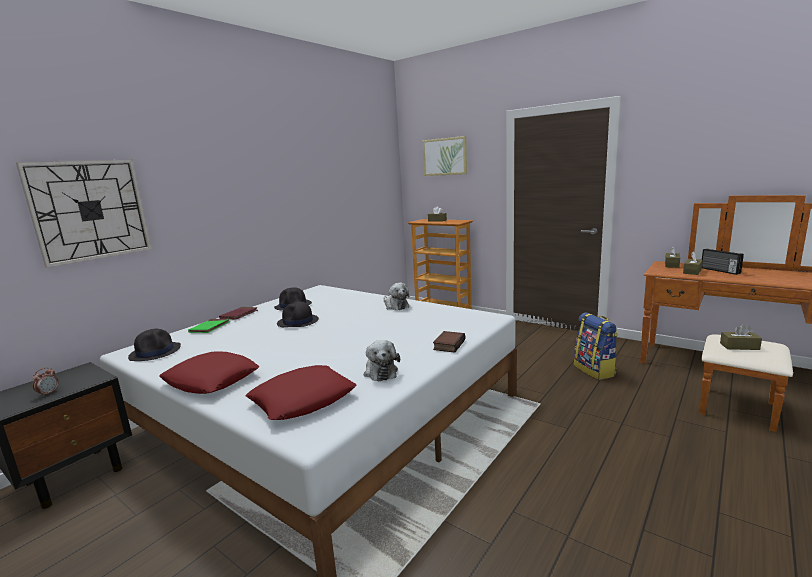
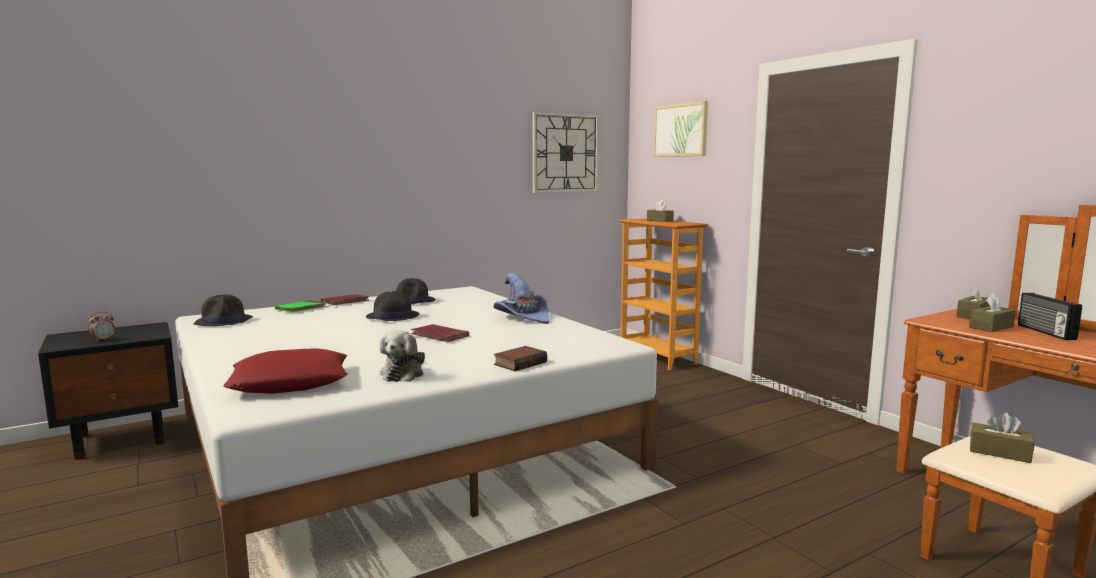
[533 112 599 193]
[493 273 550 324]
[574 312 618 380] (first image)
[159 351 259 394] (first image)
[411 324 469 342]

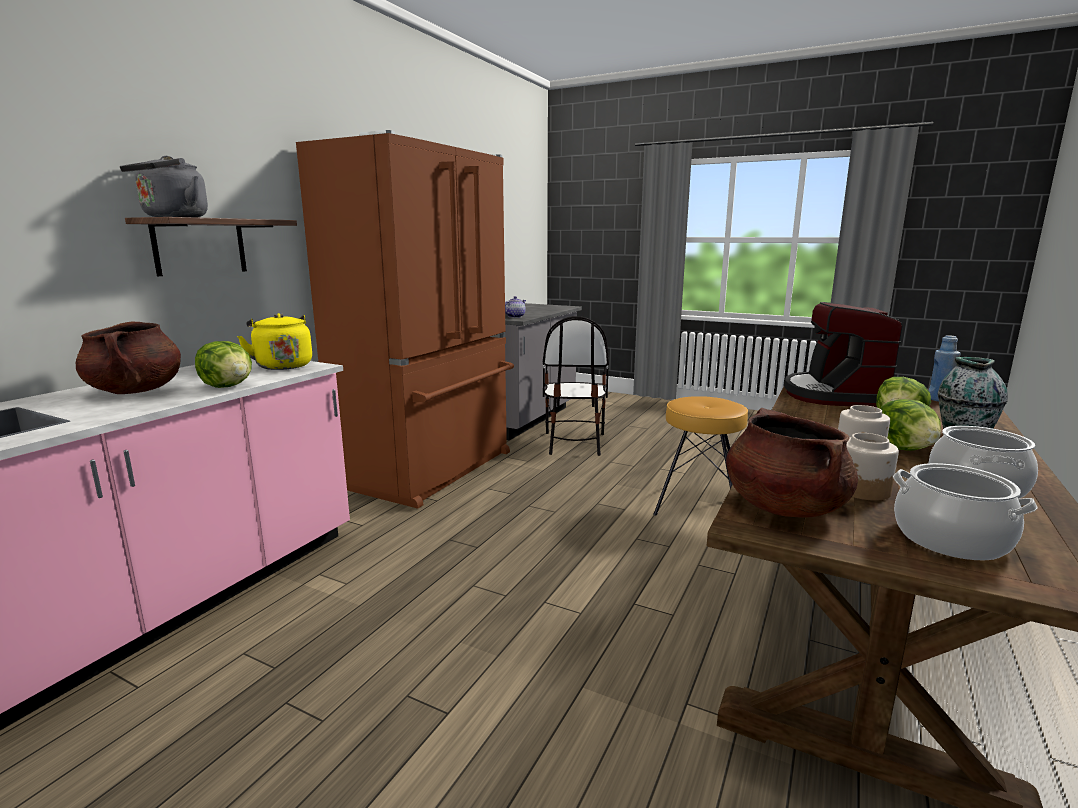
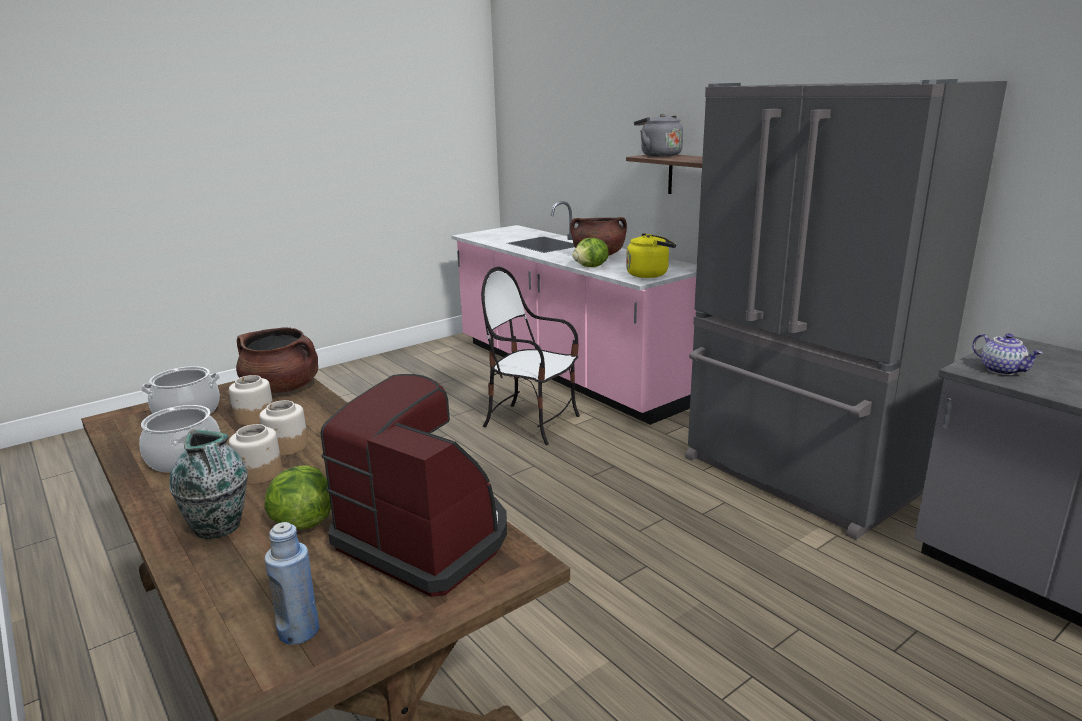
[685 79 1007 540]
[481 267 580 445]
[653 396 748 516] (first image)
[229 424 282 485]

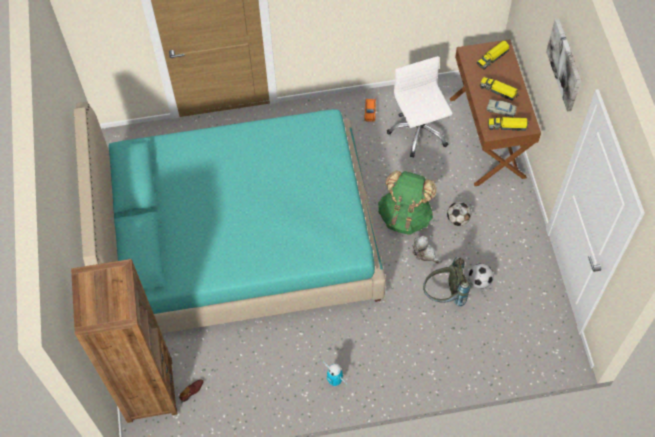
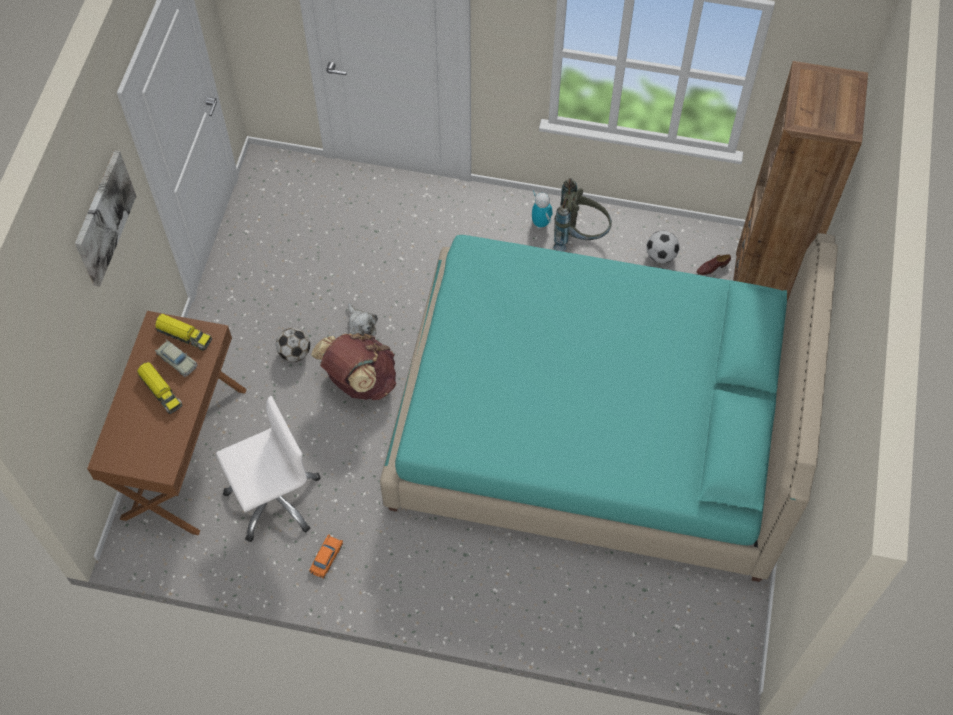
[477 41 510 70] (first image)
[216 396 321 542]
[311 333 396 400]
[553 178 612 251]
[646 231 679 263]

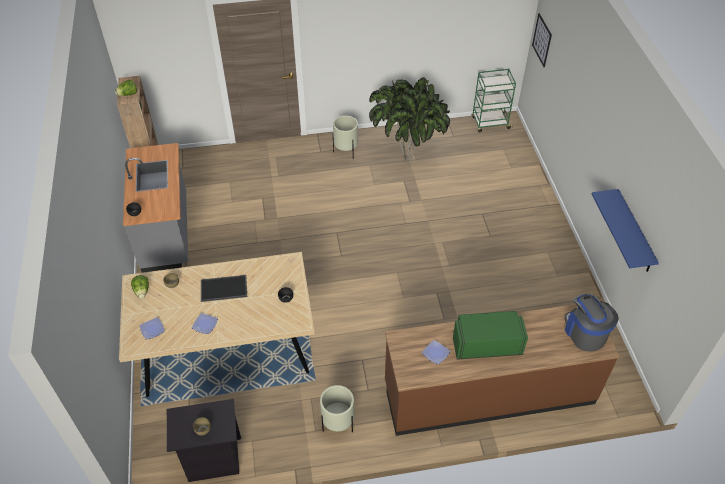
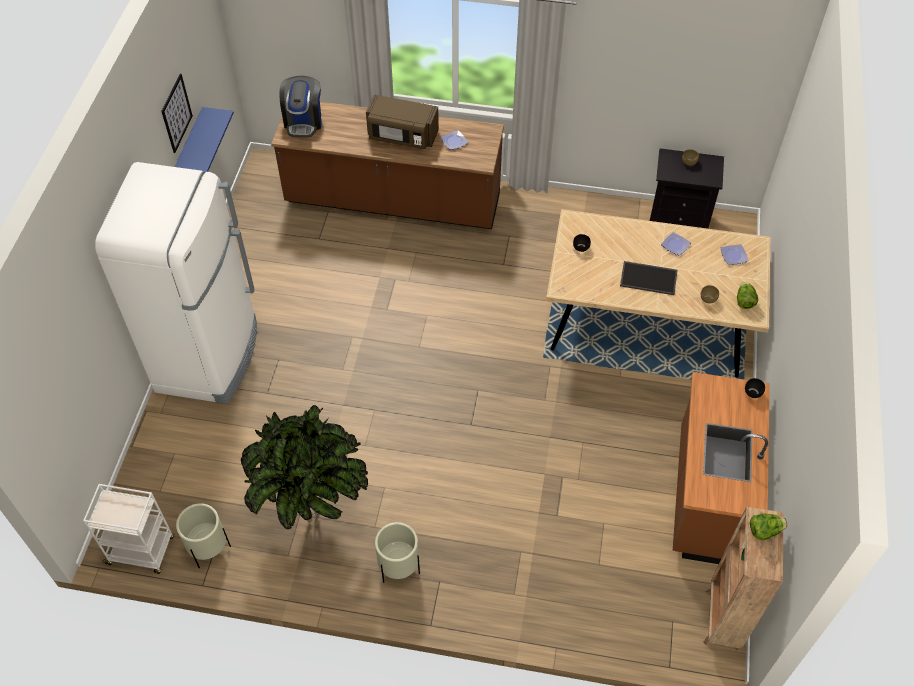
[161 74 193 153]
[83 484 174 574]
[673 372 770 564]
[366 95 439 149]
[176 503 231 568]
[95 162 257 404]

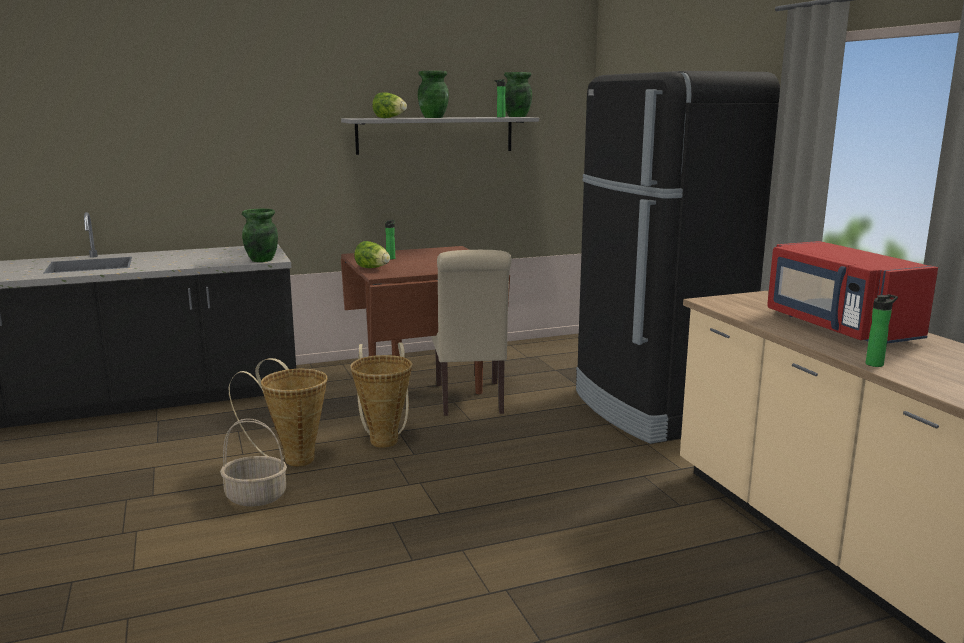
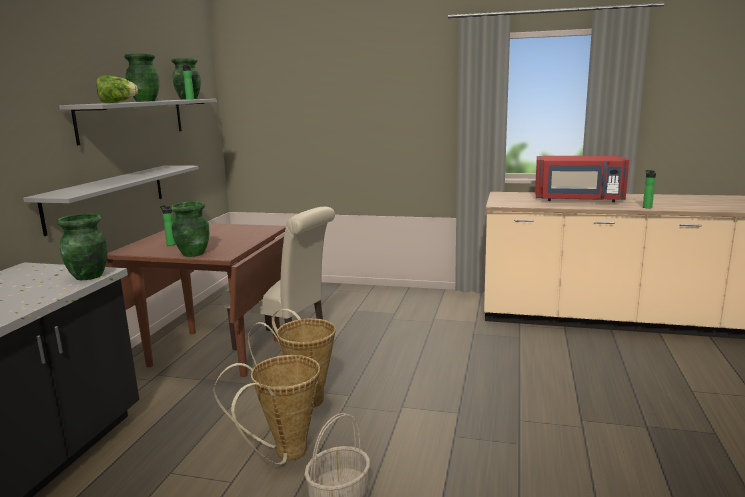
[576 71 780 444] (first image)
[171 202 209 257]
[23 165 199 236]

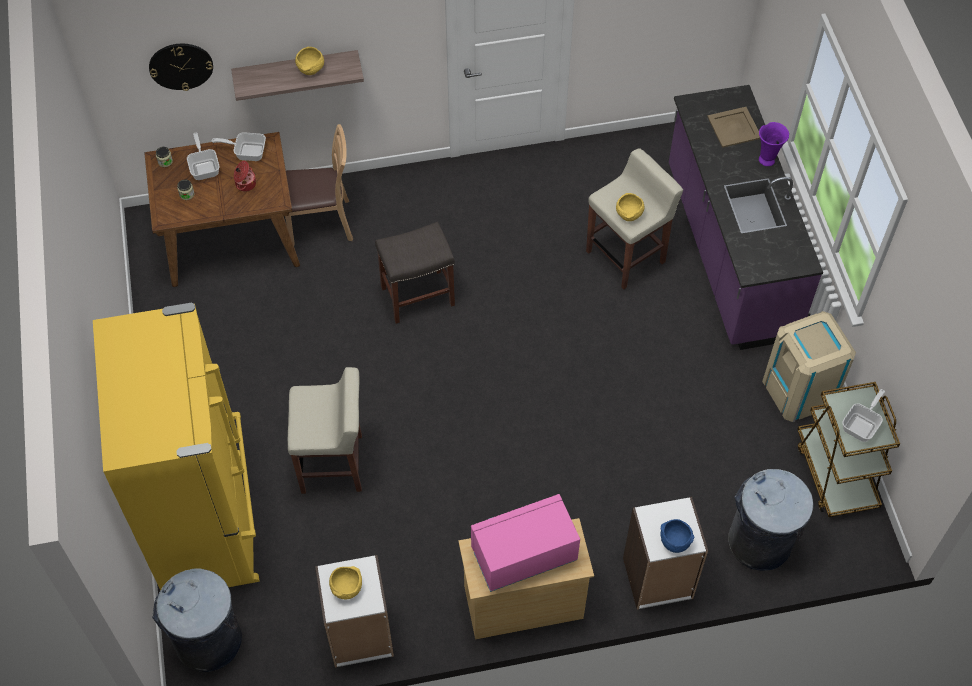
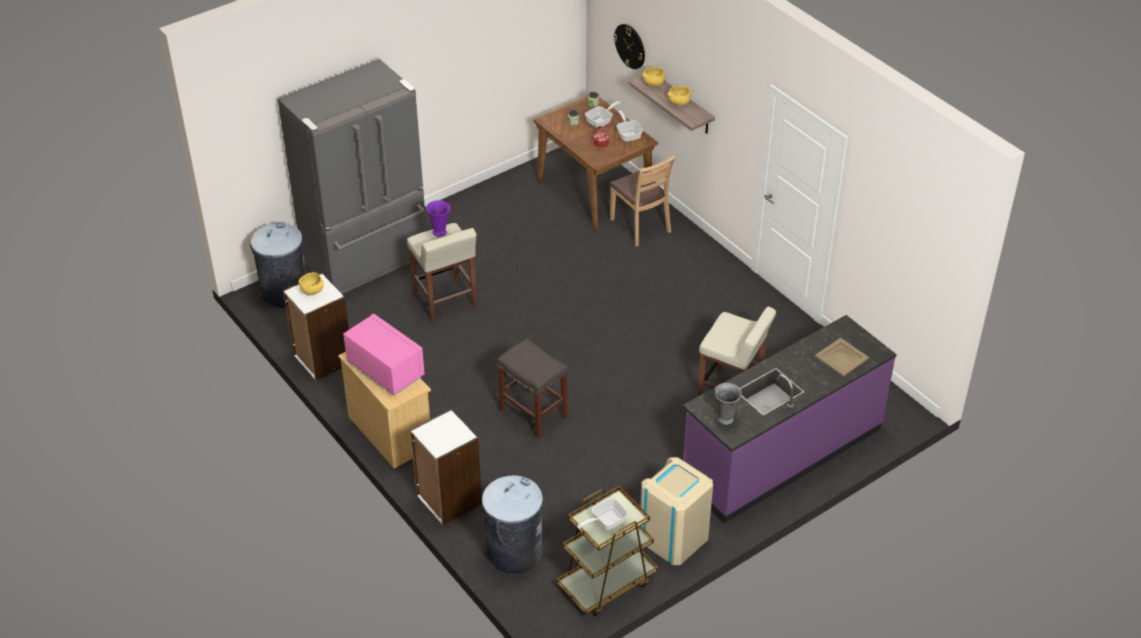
[426 200 450 237]
[642 67 665 86]
[497 338 568 438]
[278 59 427 294]
[577 498 628 530]
[661 519 694 553] (first image)
[715 383 742 425]

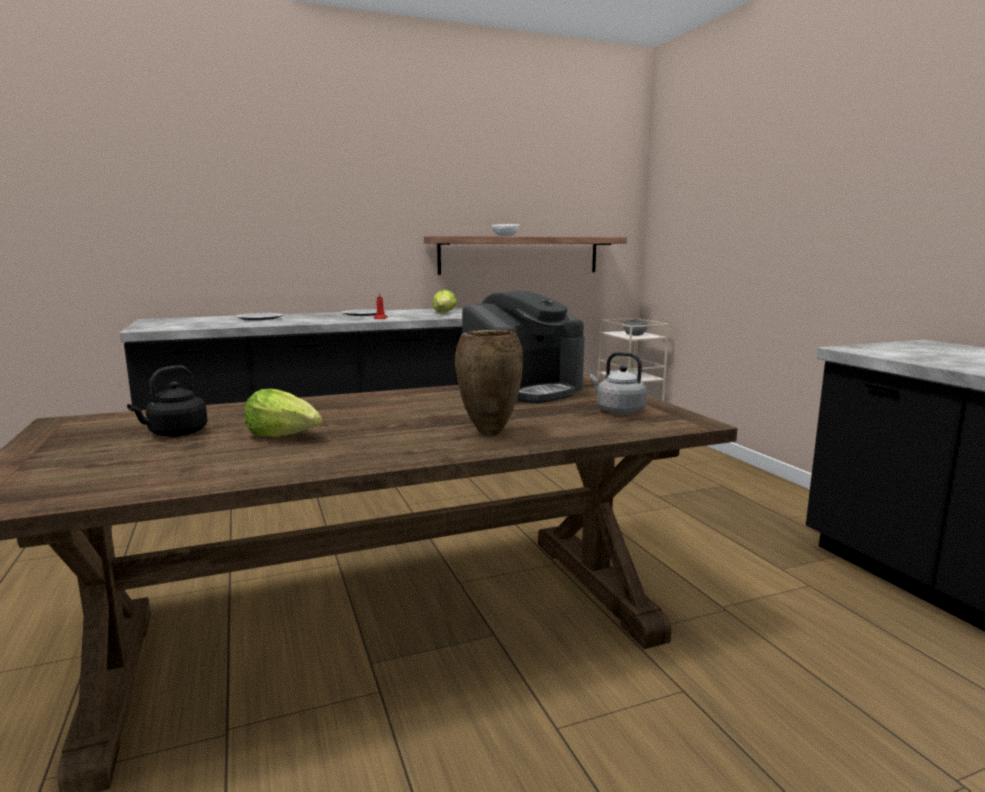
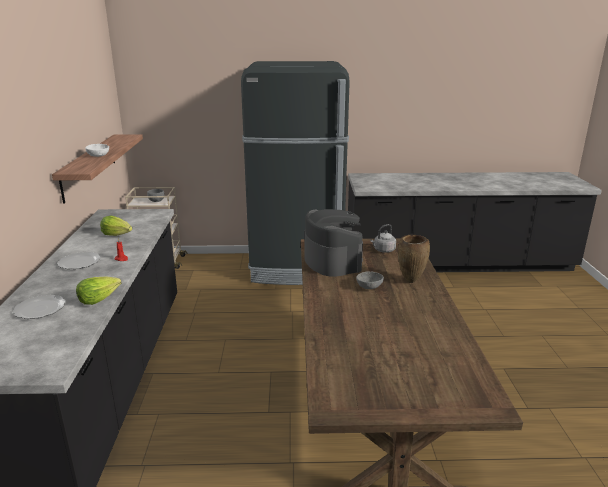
[127 366 208 437] (first image)
[76 276 121 305]
[241 61 350 285]
[356 272 384 289]

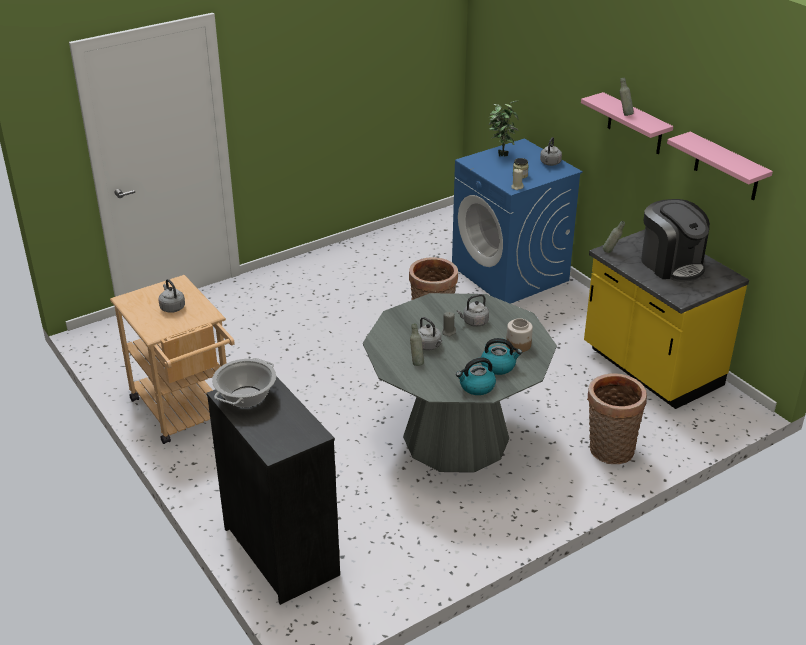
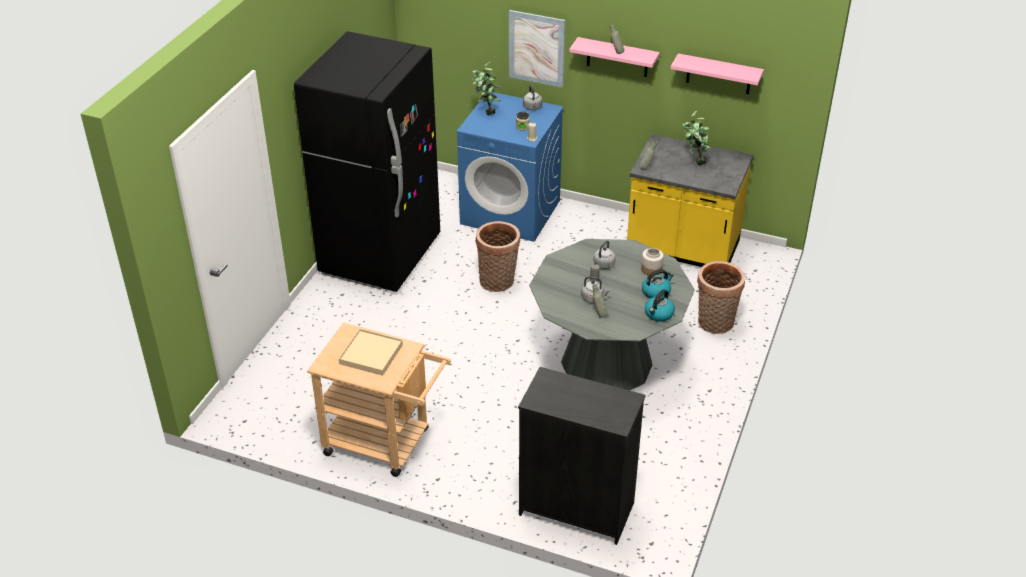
[682 110 712 165]
[339 329 403 376]
[212 358 276 408] (first image)
[509 10 565 88]
[294 31 440 292]

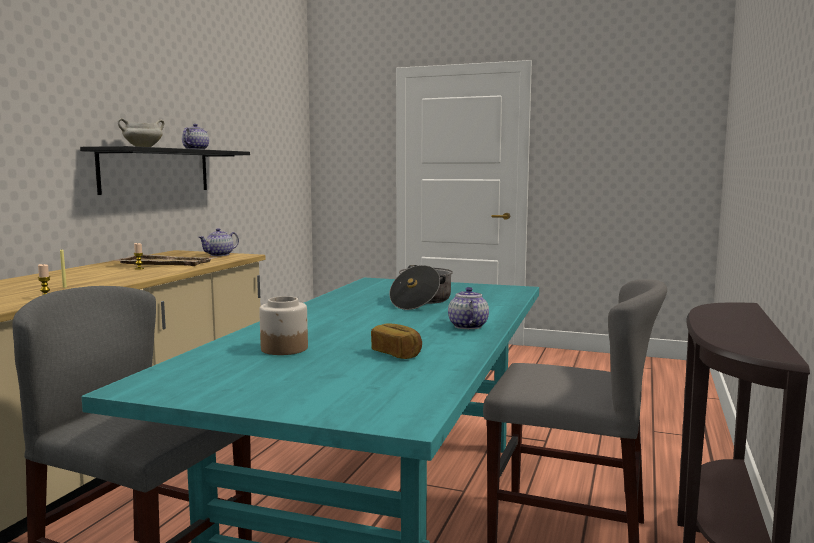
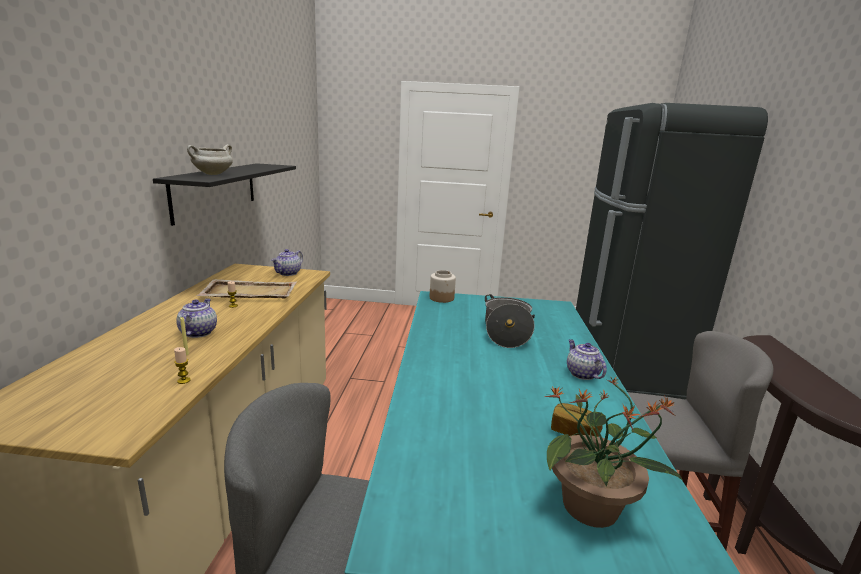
[176 299 217 338]
[430 270 456 303]
[576 103 768 399]
[544 378 683 528]

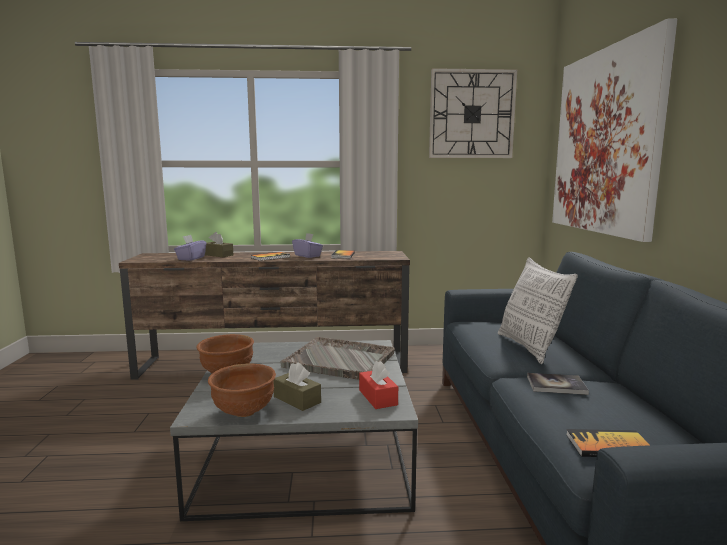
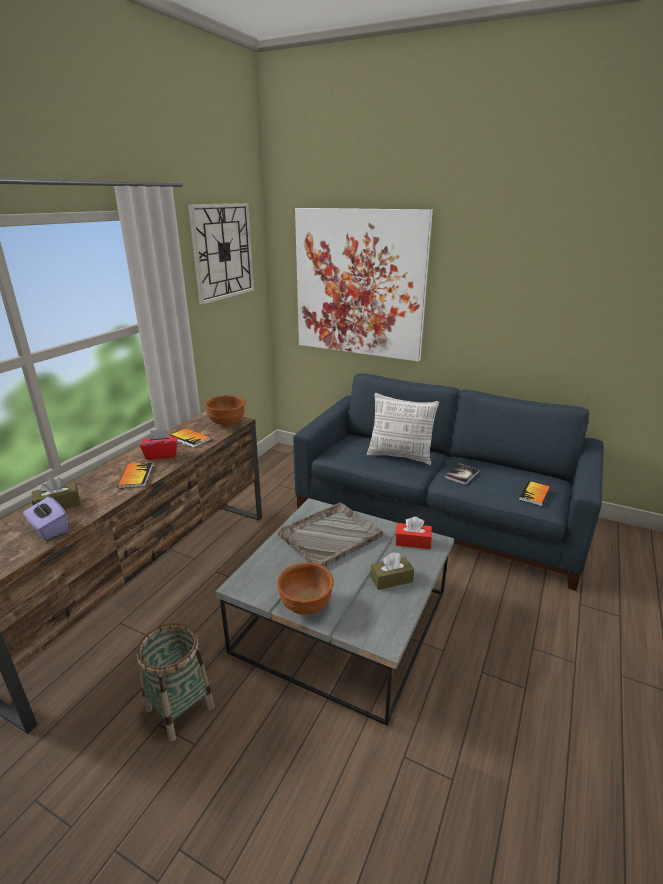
[140 429 178 460]
[205 395 246 426]
[137 623 215 742]

